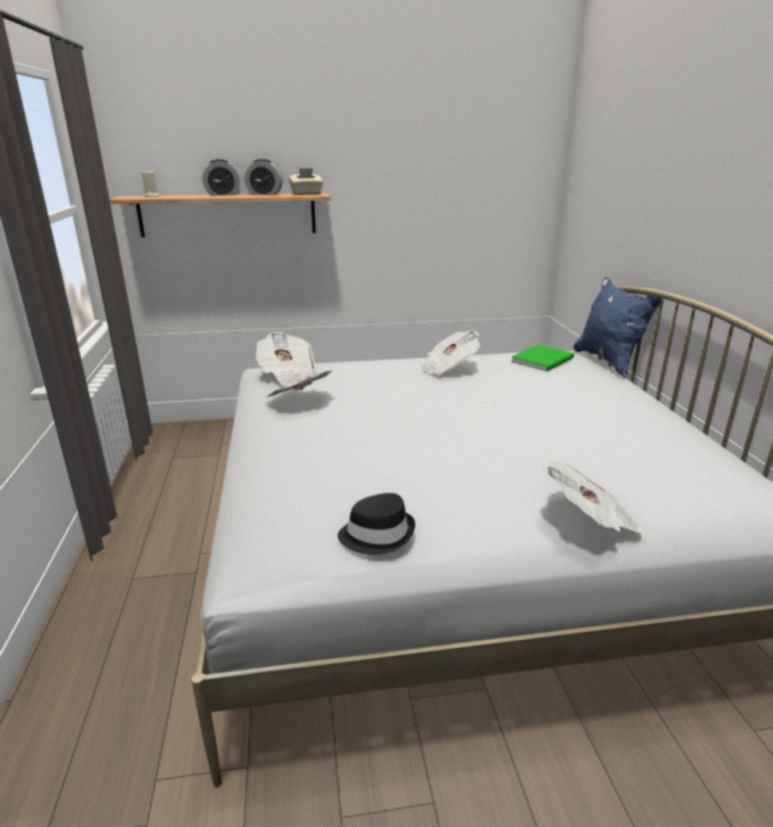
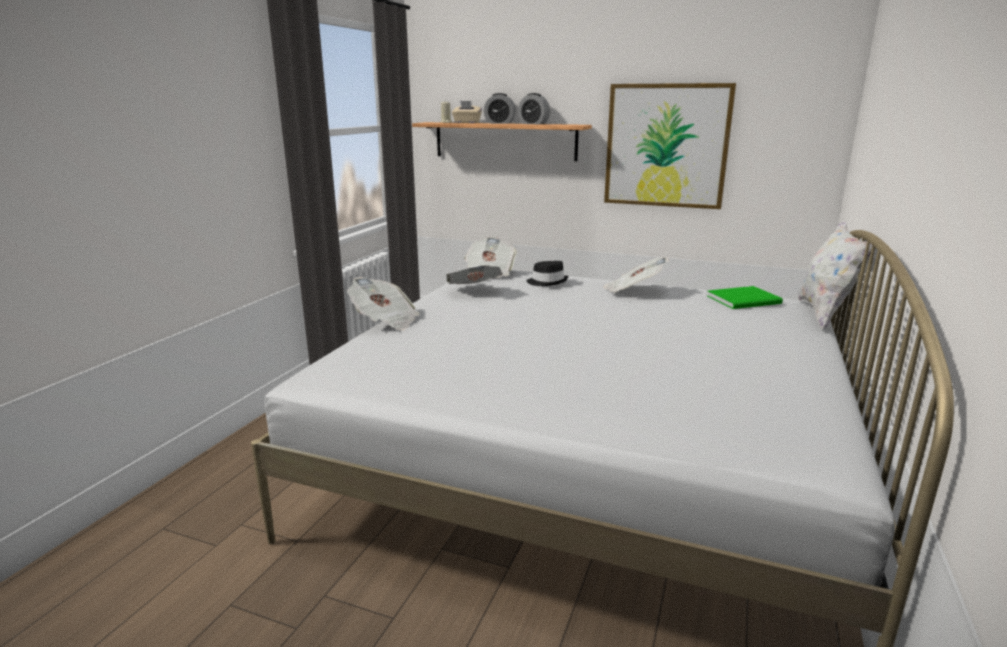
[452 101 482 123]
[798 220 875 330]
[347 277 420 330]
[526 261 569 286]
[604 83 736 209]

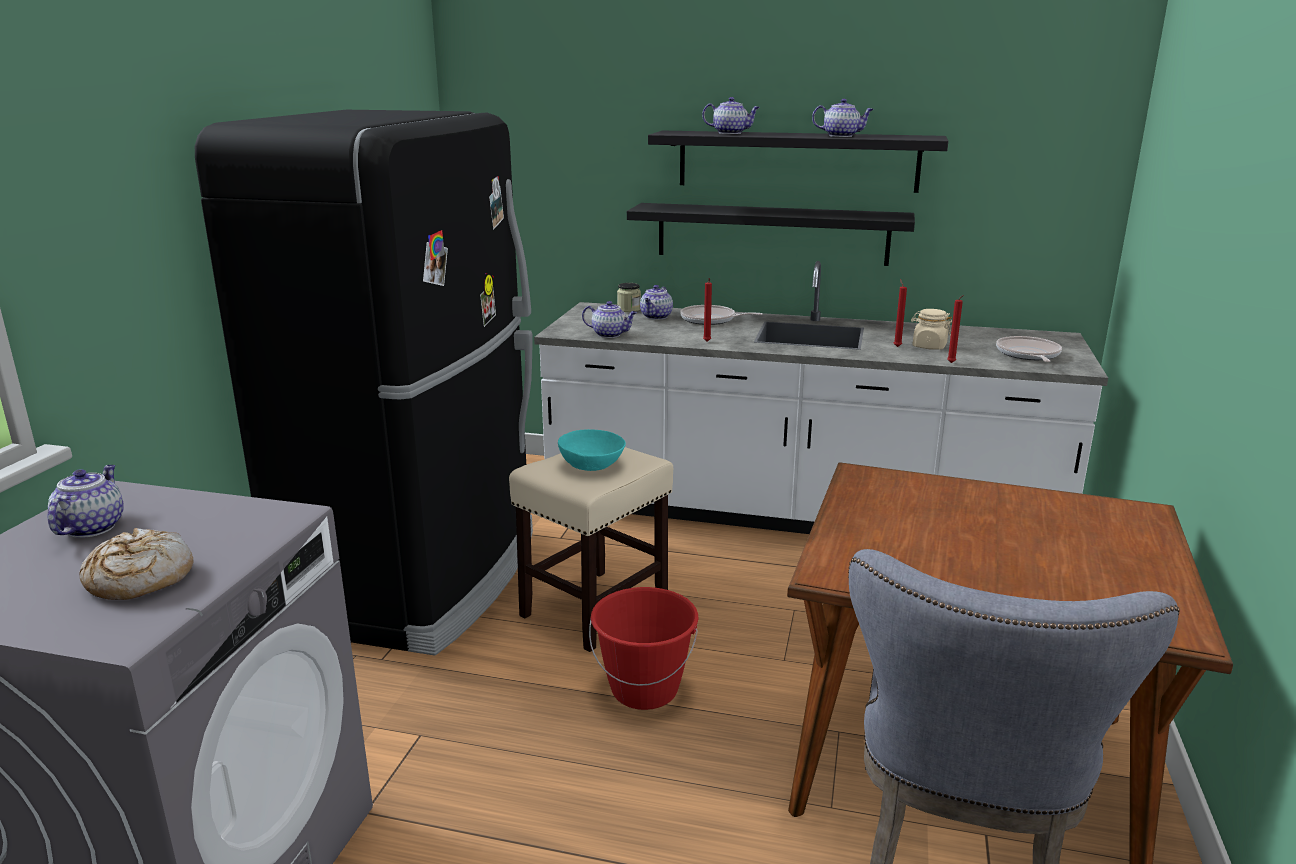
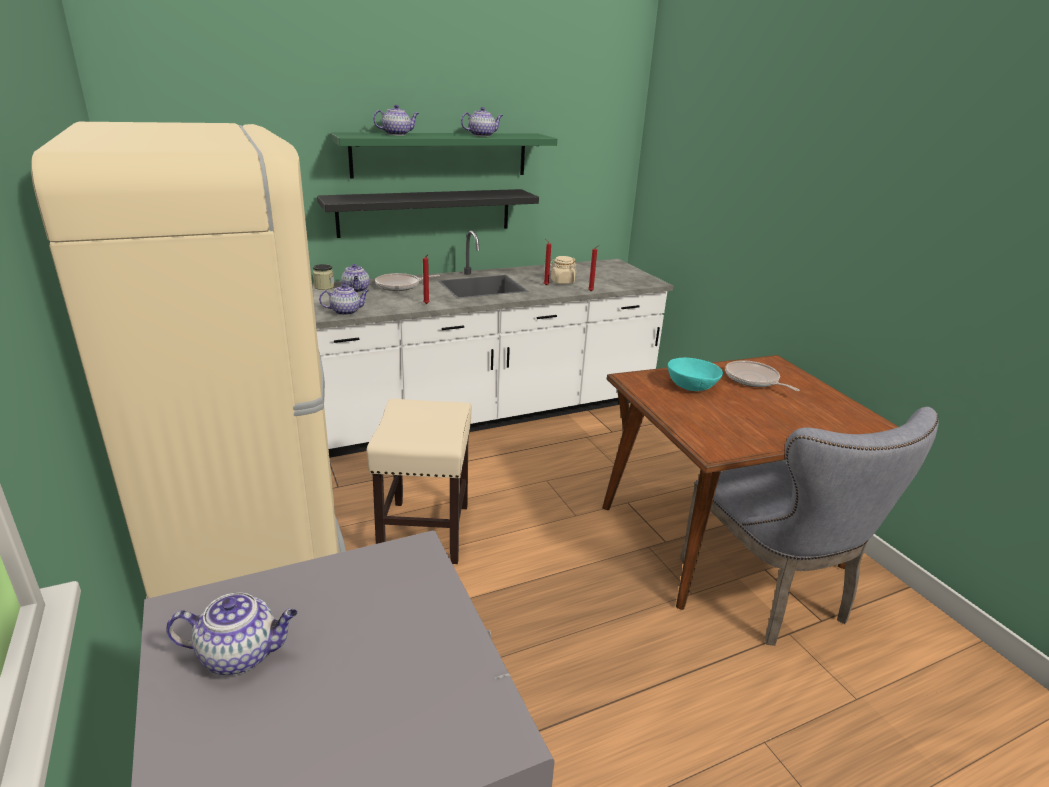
[31 122 346 599]
[330 132 557 179]
[725 360 799 391]
[668 358 723 391]
[166 592 298 675]
[79 528 194 600] (first image)
[589 587 698 710] (first image)

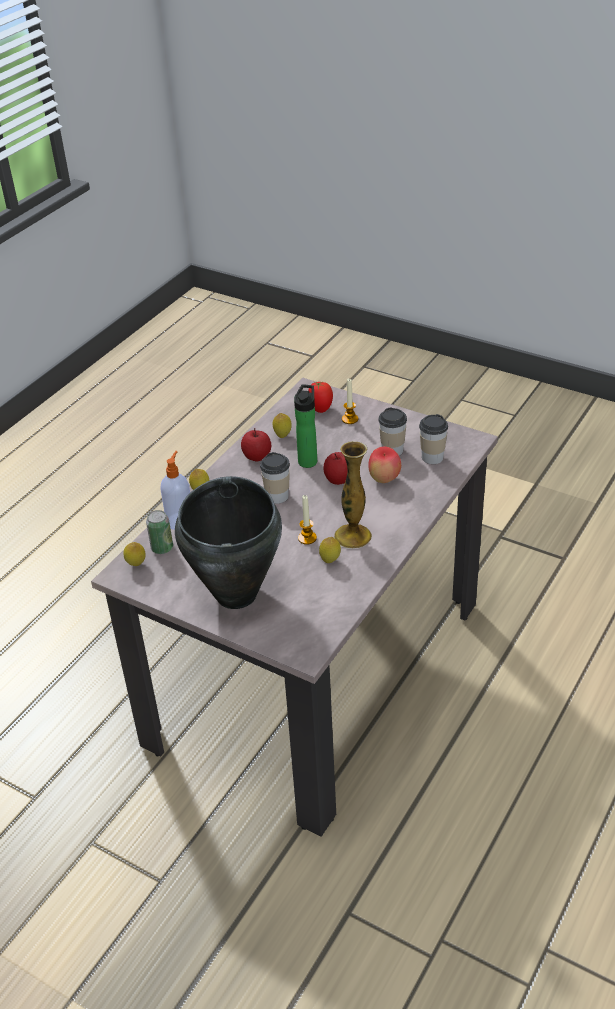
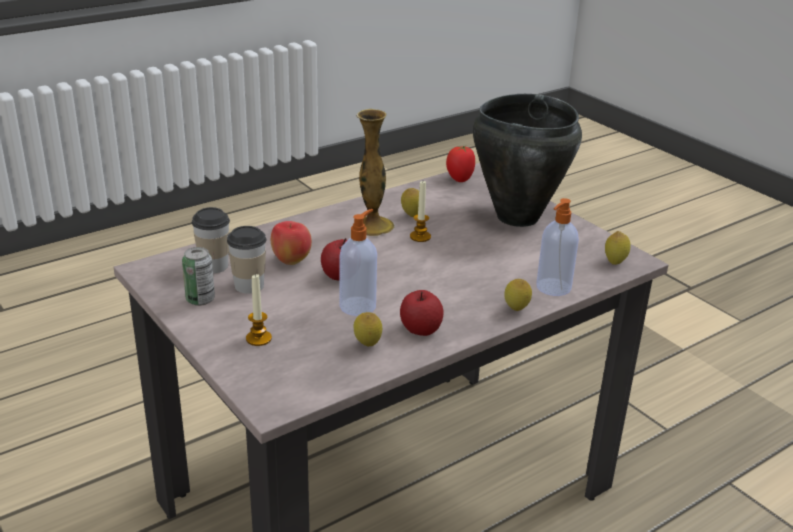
[446 146 475 182]
[340 209 377 316]
[260 452 290 504] (first image)
[182 247 215 306]

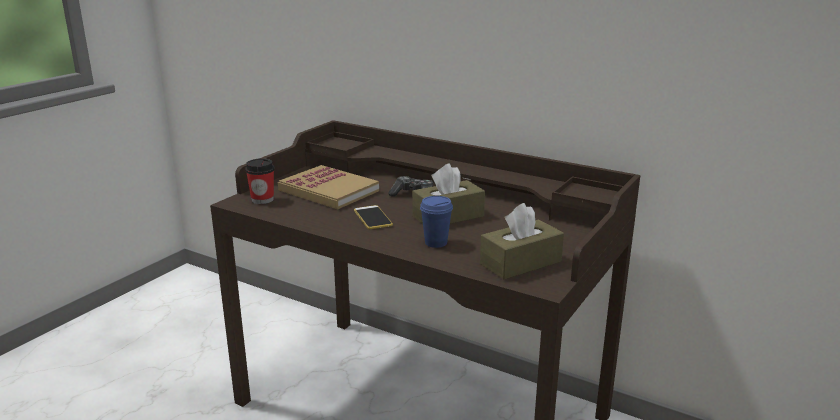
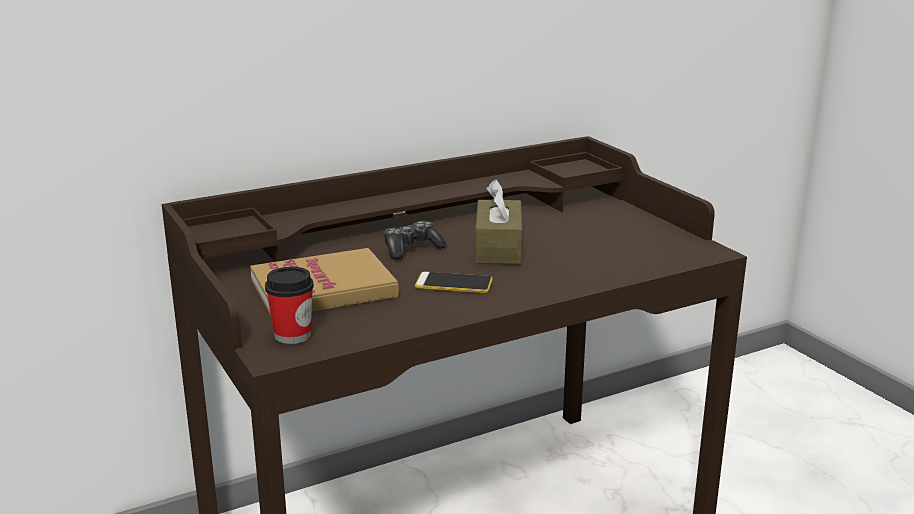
[420 196 453 248] (first image)
[480 203 564 279] (first image)

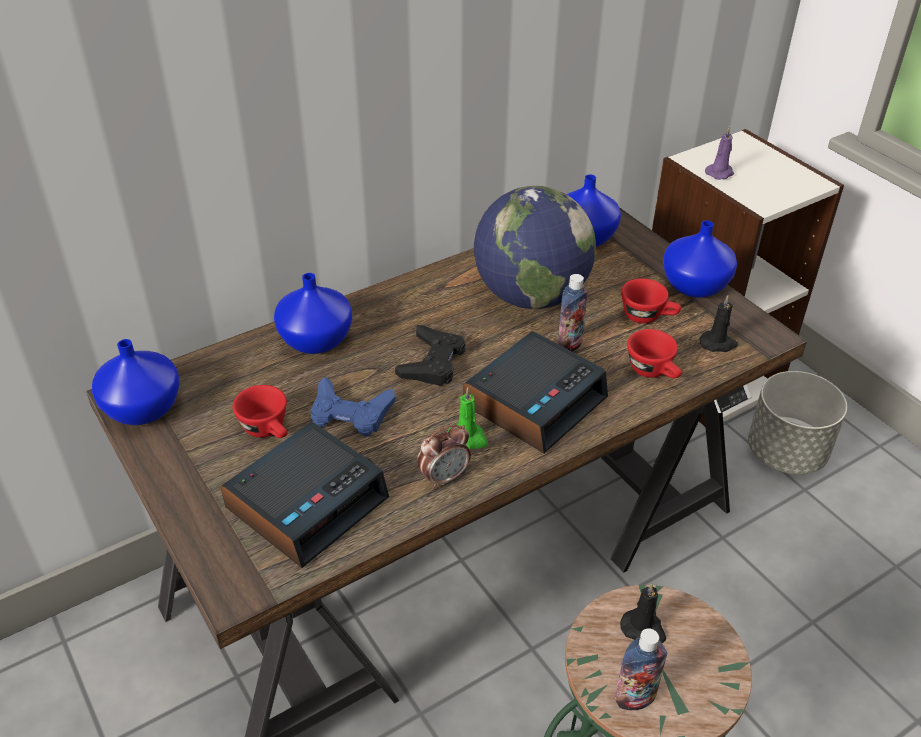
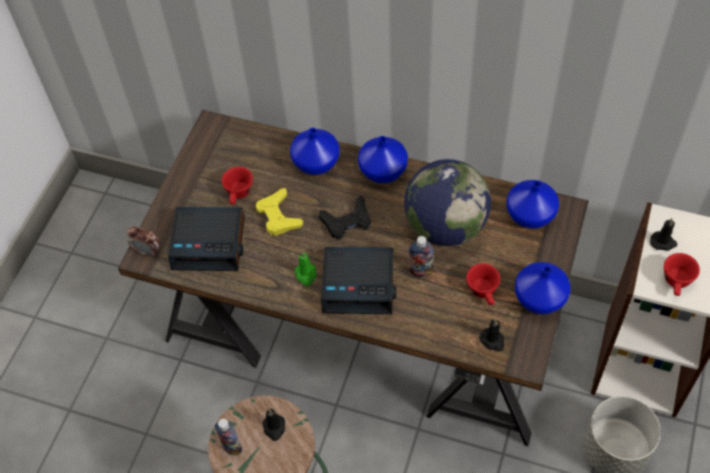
[650 218 677 251]
[664 253 700 296]
[358 136 408 183]
[256 188 303 236]
[127 226 160 257]

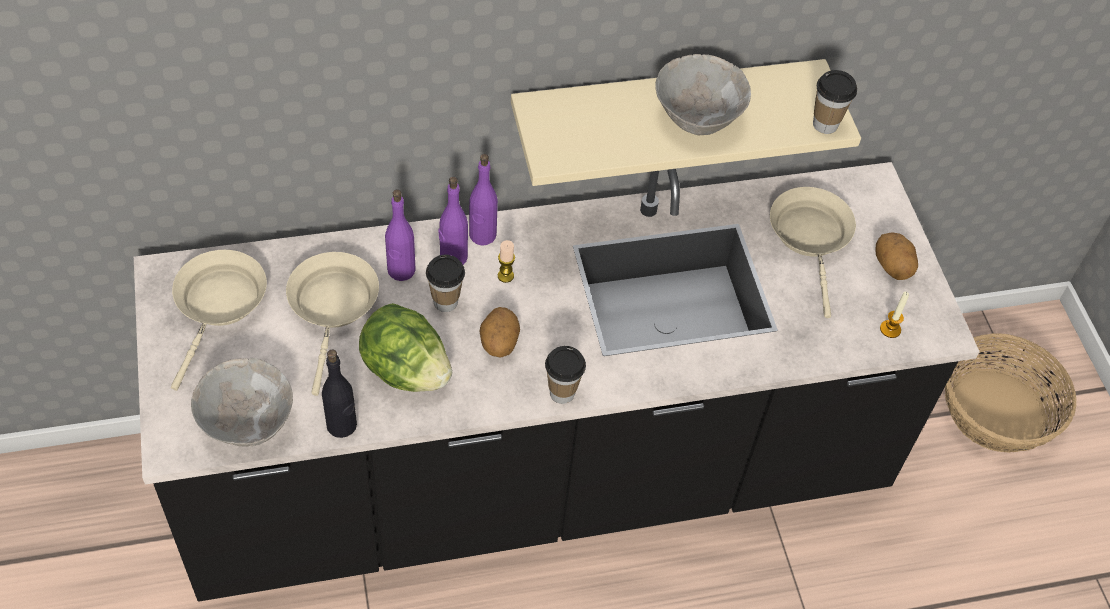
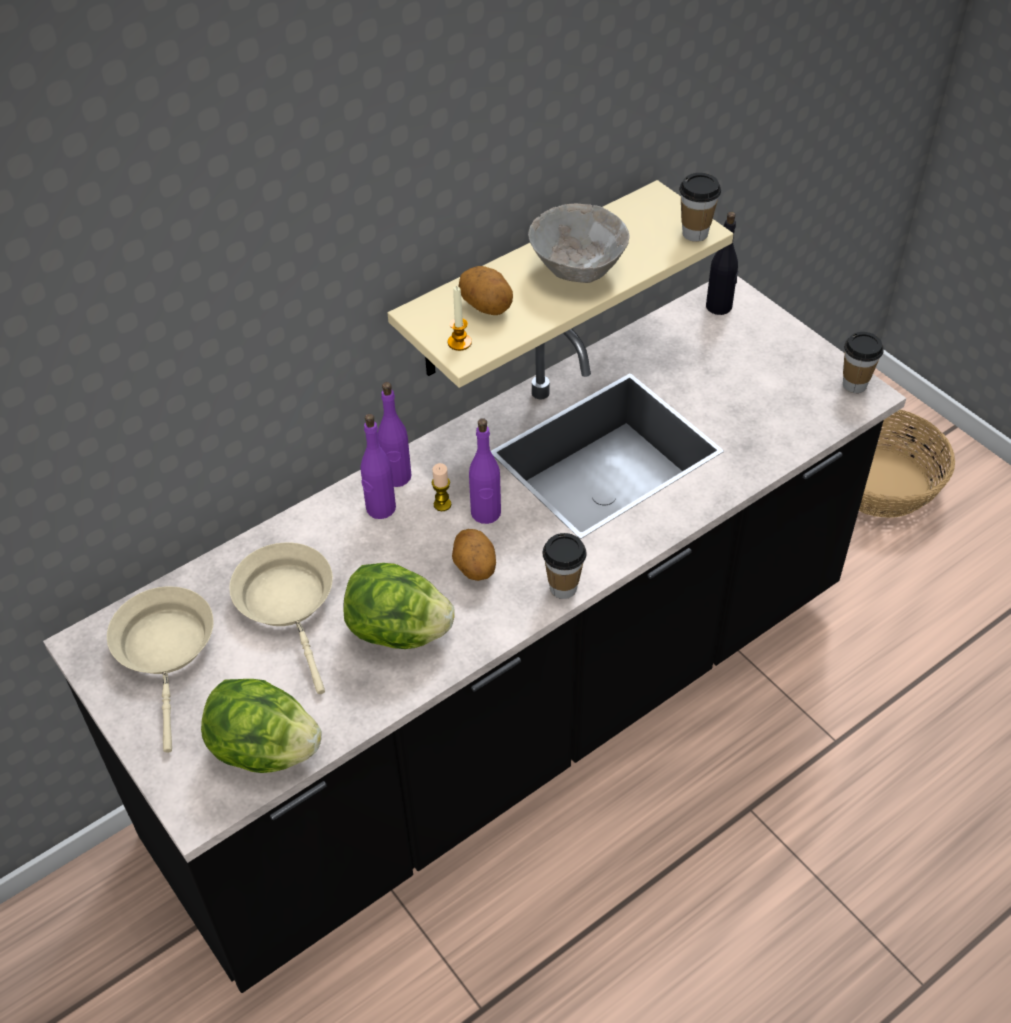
[770 187 856 318] (first image)
[469 418 501 524]
[458 266 513 315]
[843 332 884 393]
[448 287 472 351]
[706 212 738 315]
[201 679 322 773]

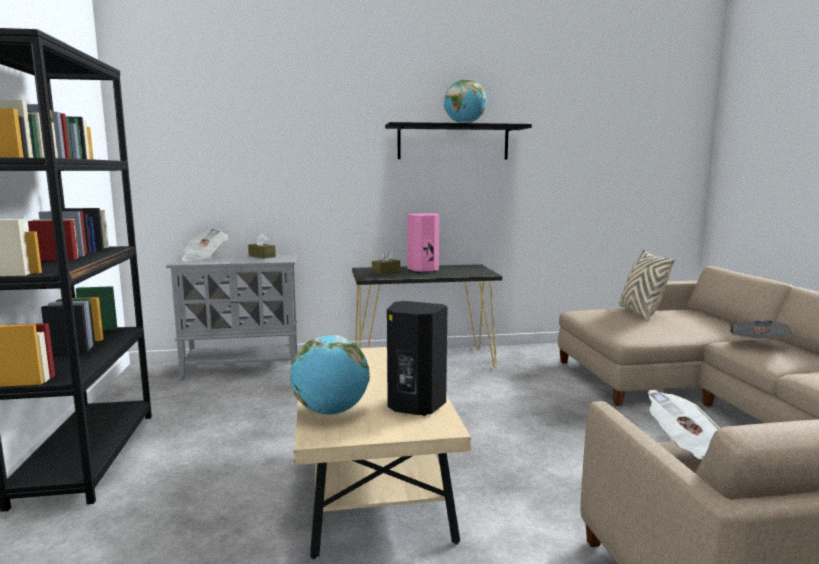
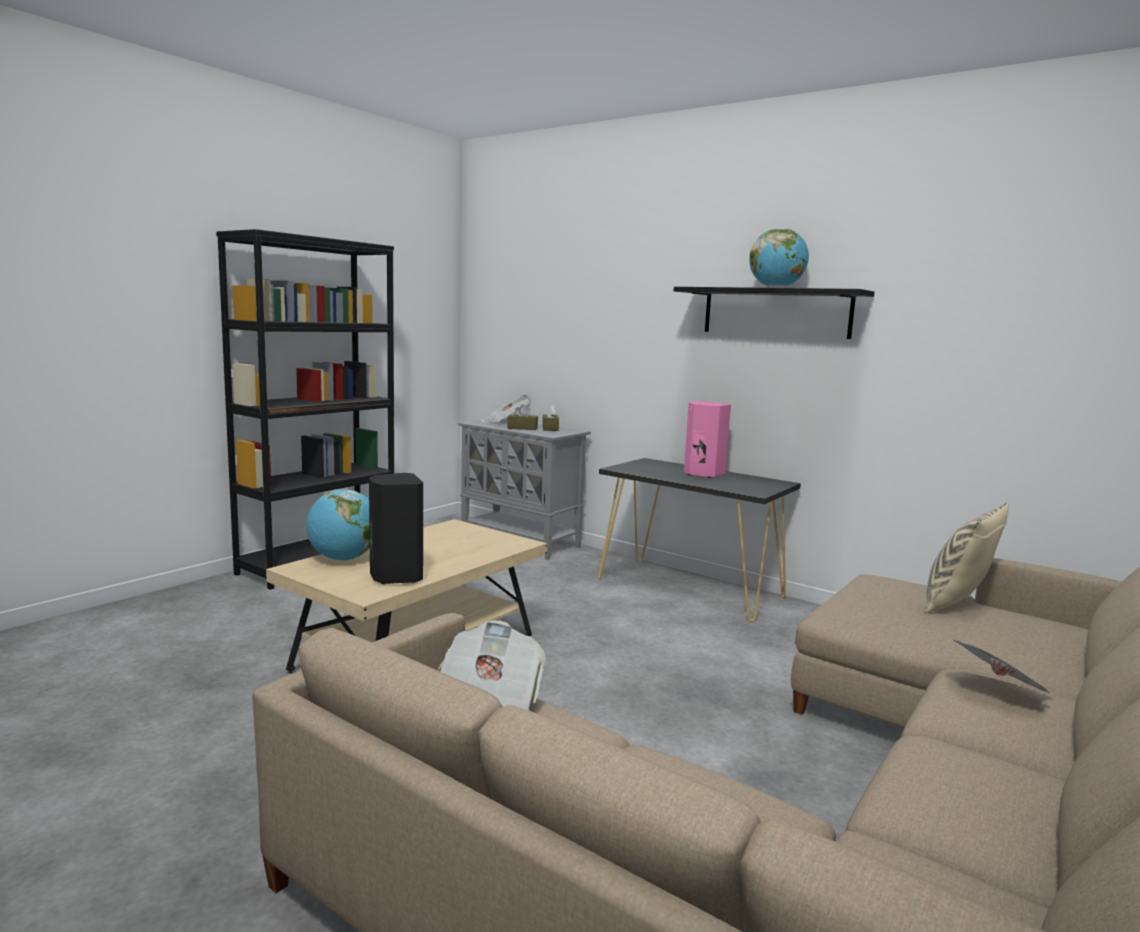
[507 404 538 430]

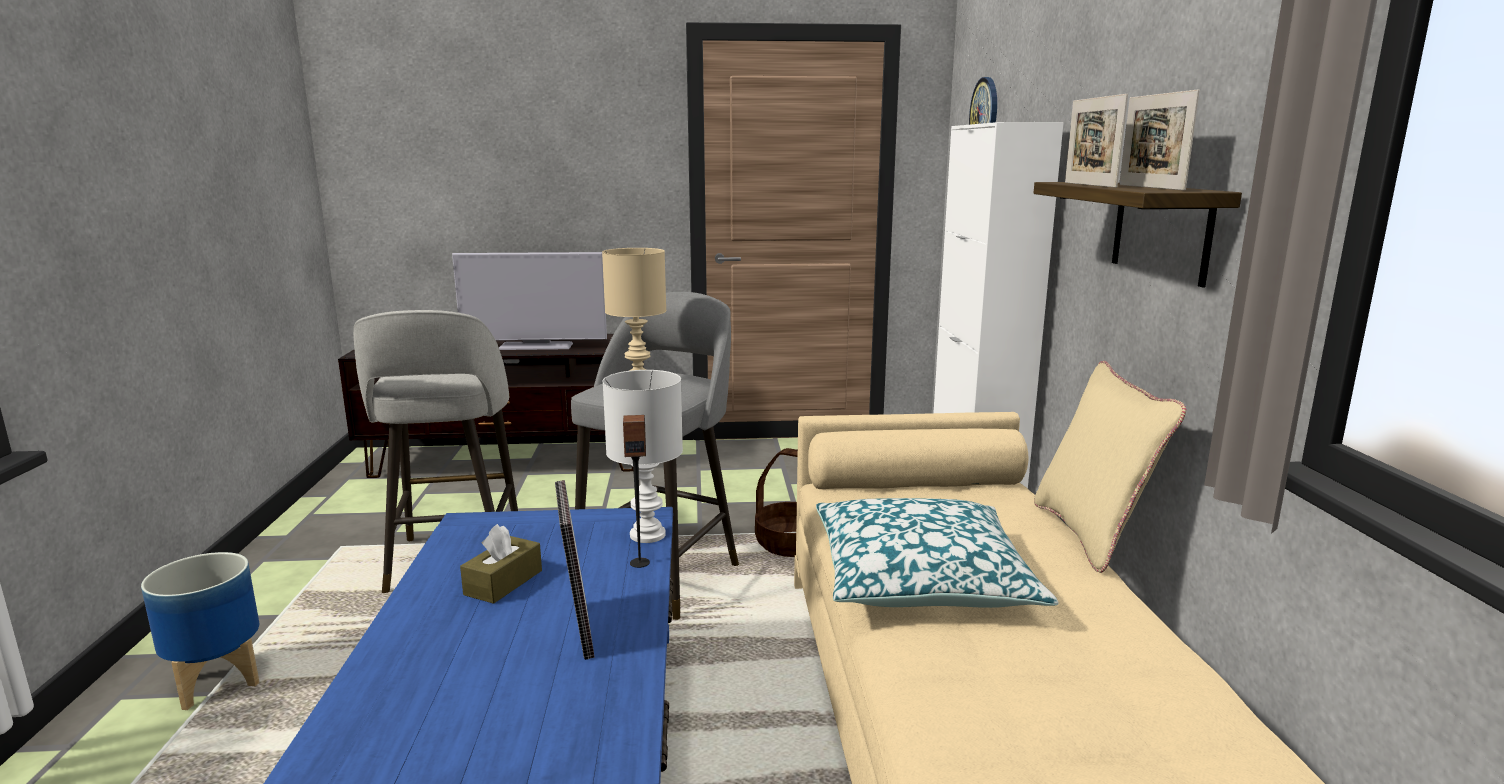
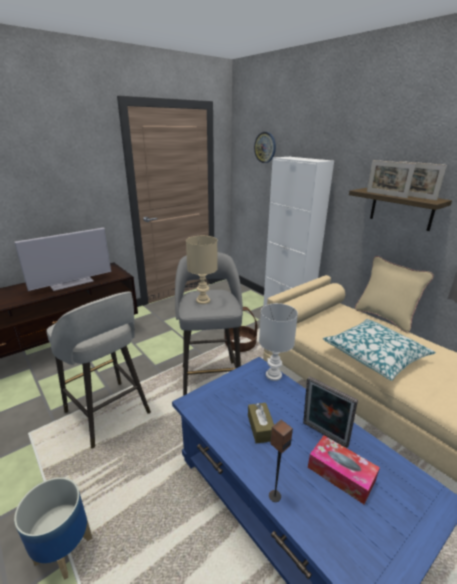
[269 420 293 502]
[308 435 380 504]

